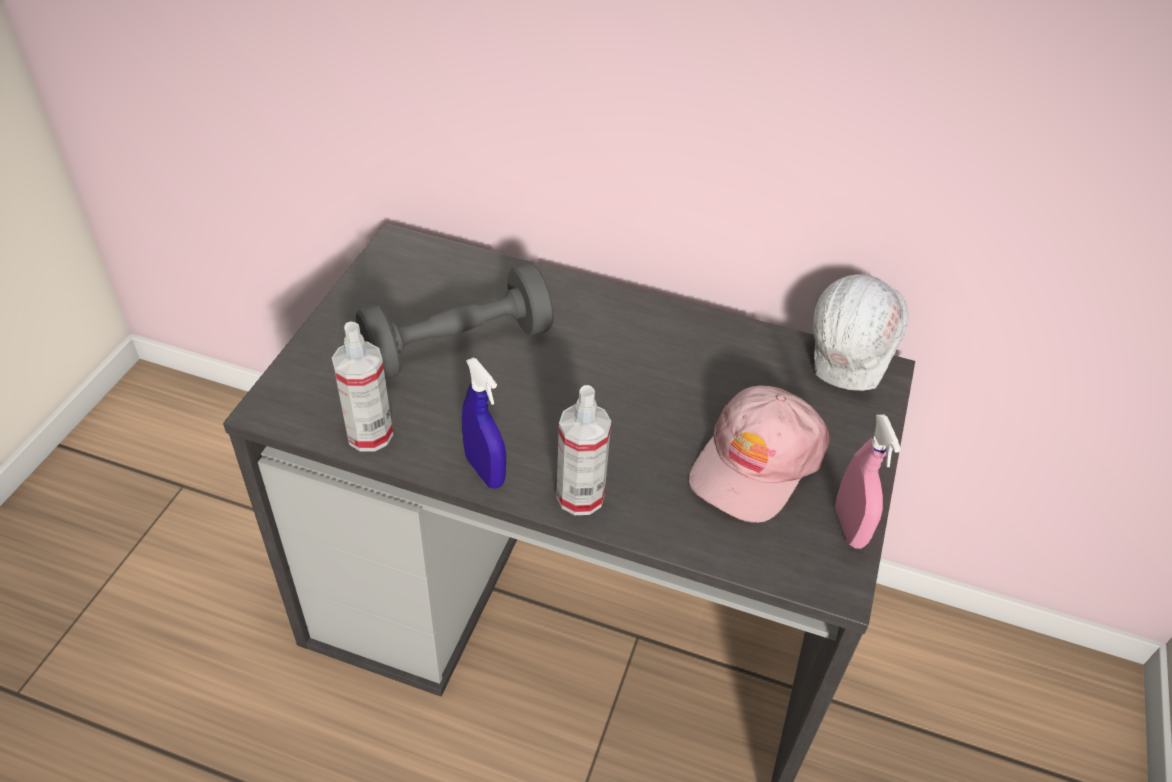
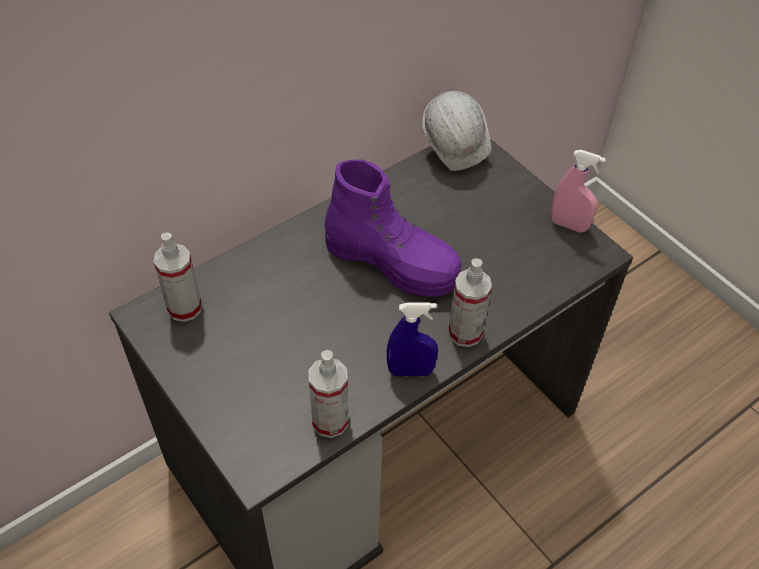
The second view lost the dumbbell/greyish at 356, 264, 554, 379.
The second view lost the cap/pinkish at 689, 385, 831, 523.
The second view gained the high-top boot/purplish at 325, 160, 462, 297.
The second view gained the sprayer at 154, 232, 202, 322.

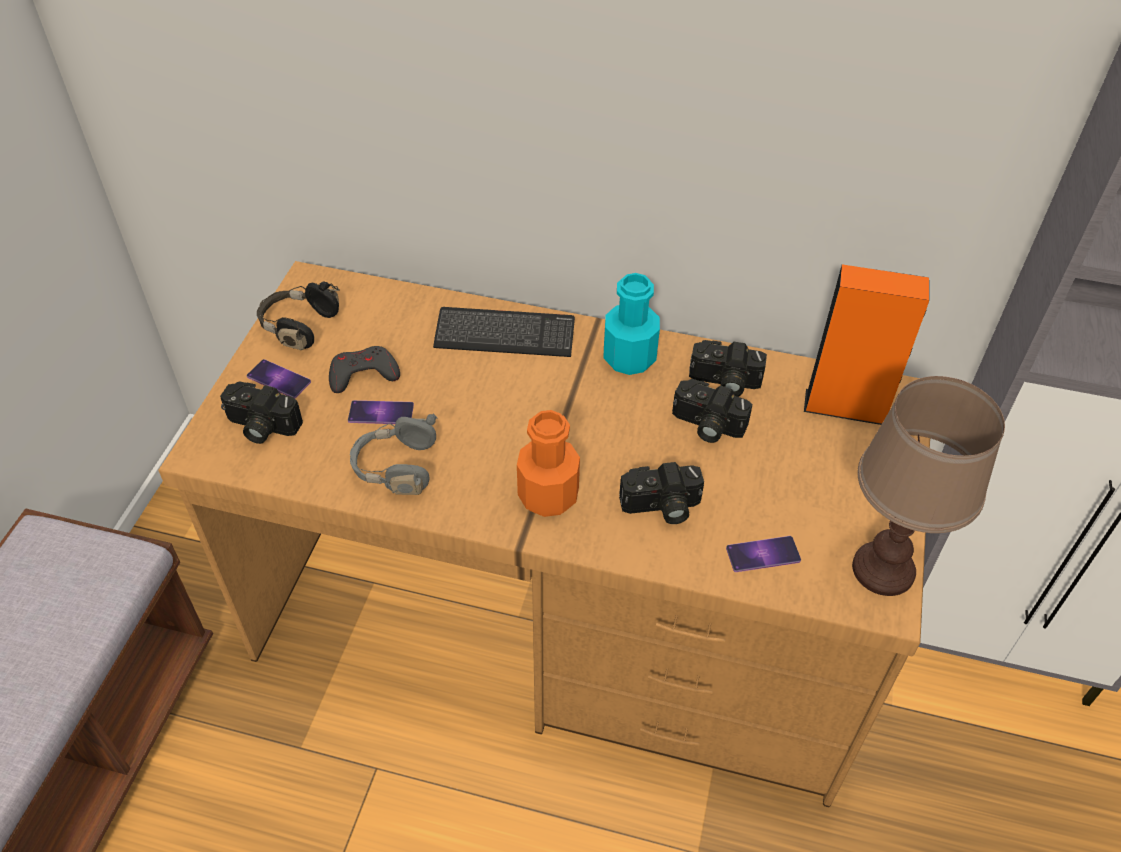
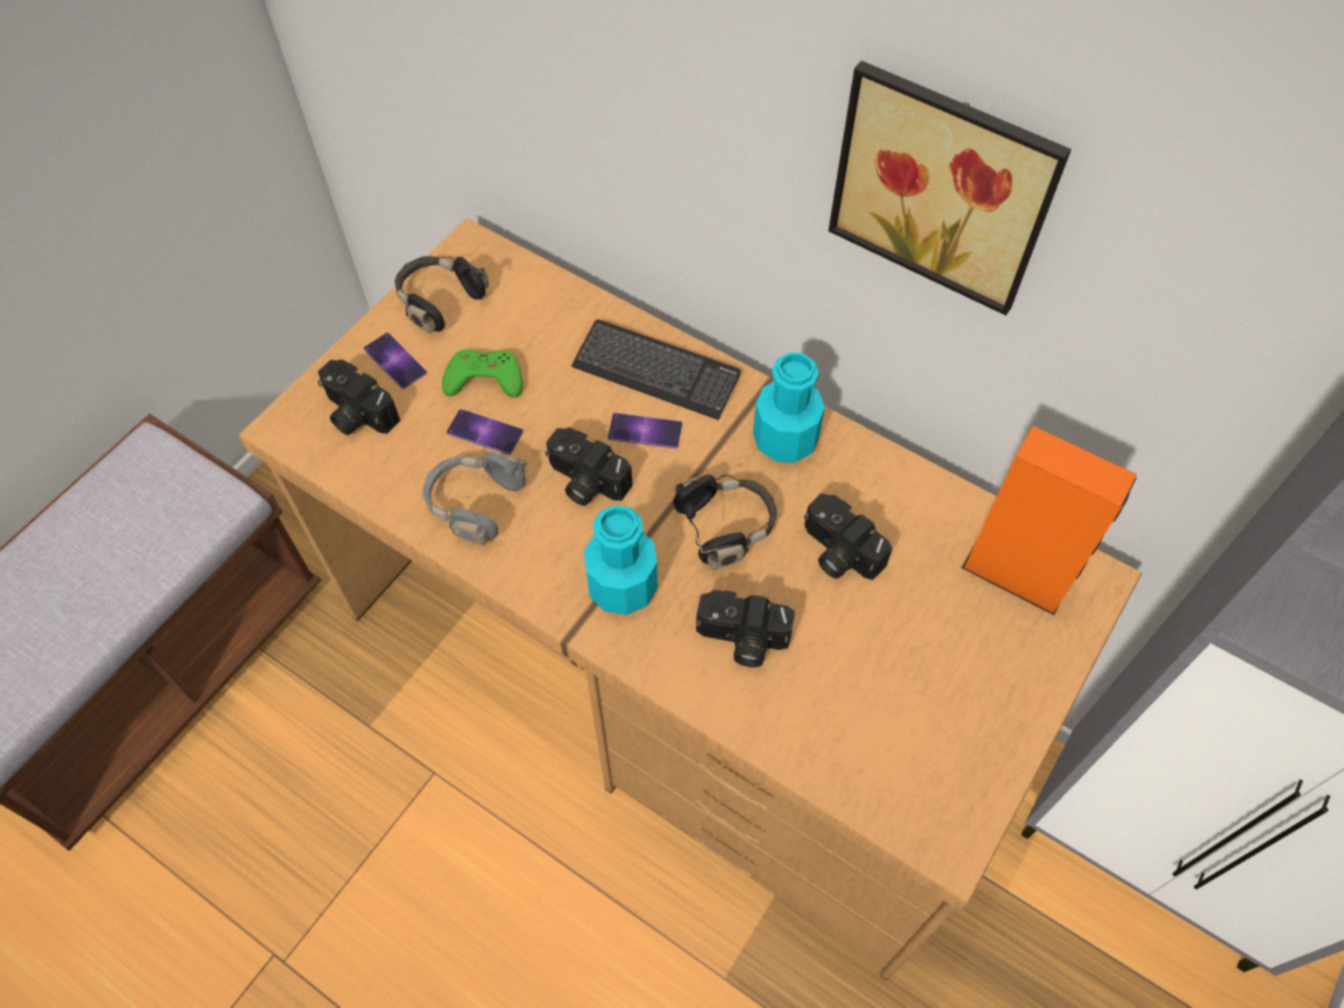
The still camera ended up elsewhere, having gone from 689, 340, 767, 397 to 545, 427, 633, 506.
What was the gamepad/greyish at 329, 346, 400, 393 turned into the gamepad/green at 442, 349, 523, 397.
The second view lost the lamp for a table/brown at 852, 376, 1005, 596.
What was the drink bottle/orange-coloured at 517, 410, 580, 517 turned into the drink bottle/turquoise-coloured at 584, 505, 658, 615.
The telephone ended up elsewhere, having gone from 726, 536, 801, 572 to 608, 413, 682, 449.
The second view gained the wall picture at 828, 61, 1071, 316.
The second view gained the pair of headphones/black-coloured at 673, 475, 777, 570.

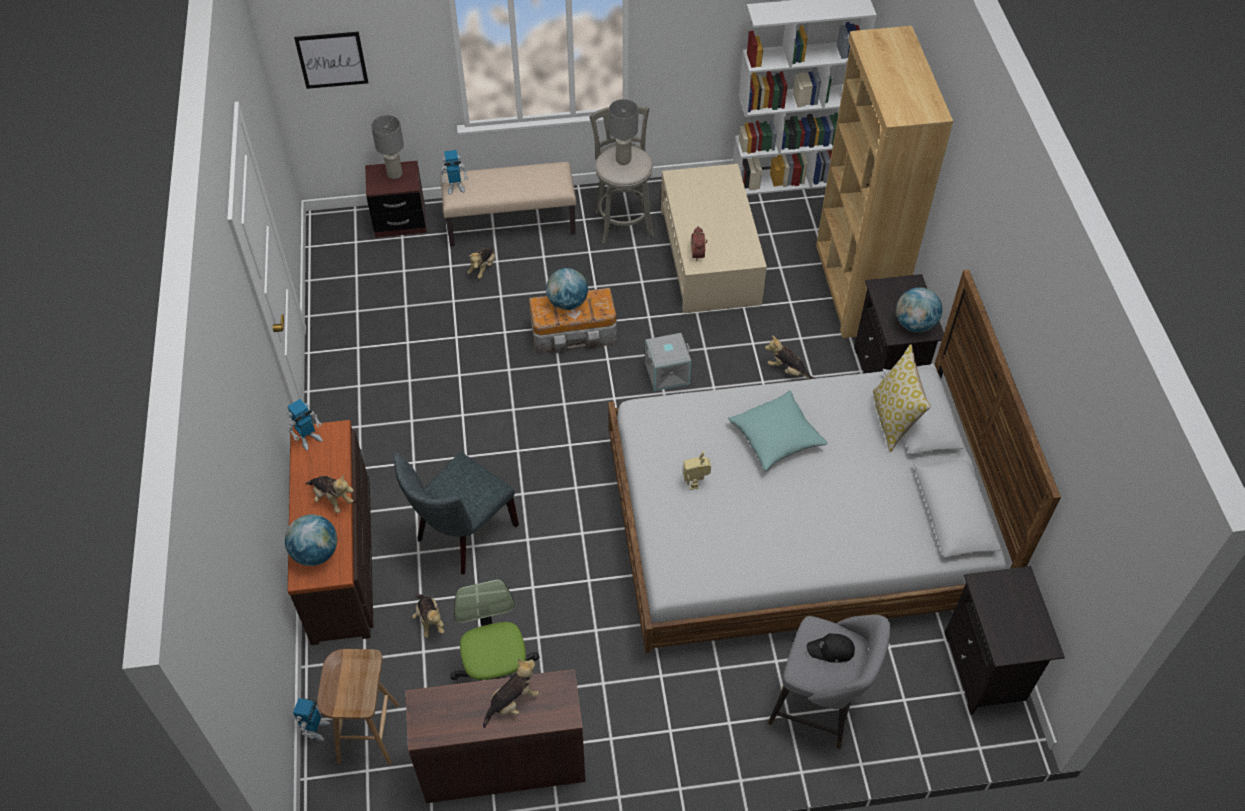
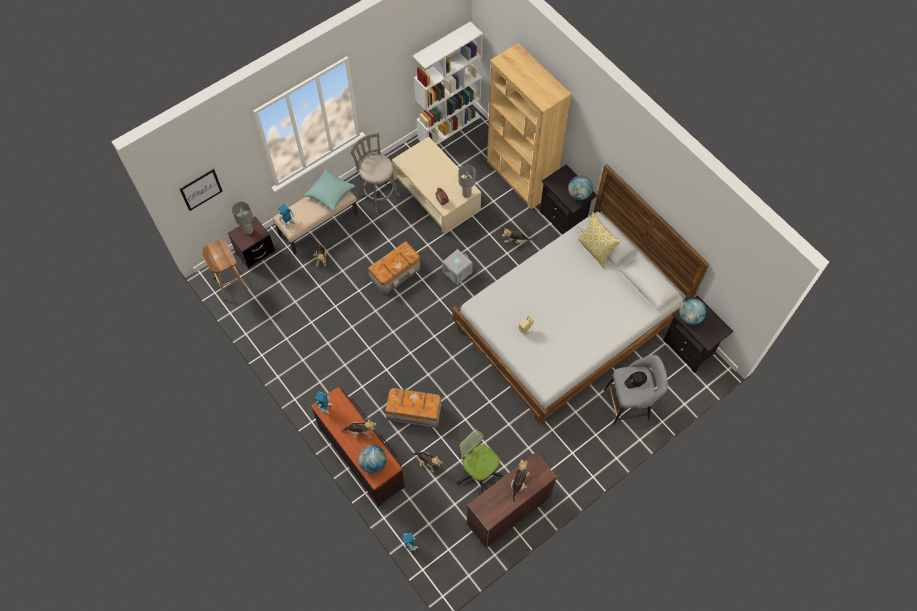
The lamp for a table/greyish ended up elsewhere, having gone from 609, 99, 638, 165 to 458, 165, 476, 198.
The globe ended up elsewhere, having gone from 546, 268, 588, 310 to 679, 298, 706, 325.
The throw pillow/turquoise-coloured ended up elsewhere, having gone from 728, 390, 828, 471 to 304, 169, 355, 212.
Where the plain chair/greyish stood at 394, 452, 519, 574, the storage container came to stand at 385, 388, 441, 428.
The sitting stool/brown ended up elsewhere, having gone from 317, 649, 399, 764 to 202, 238, 248, 301.

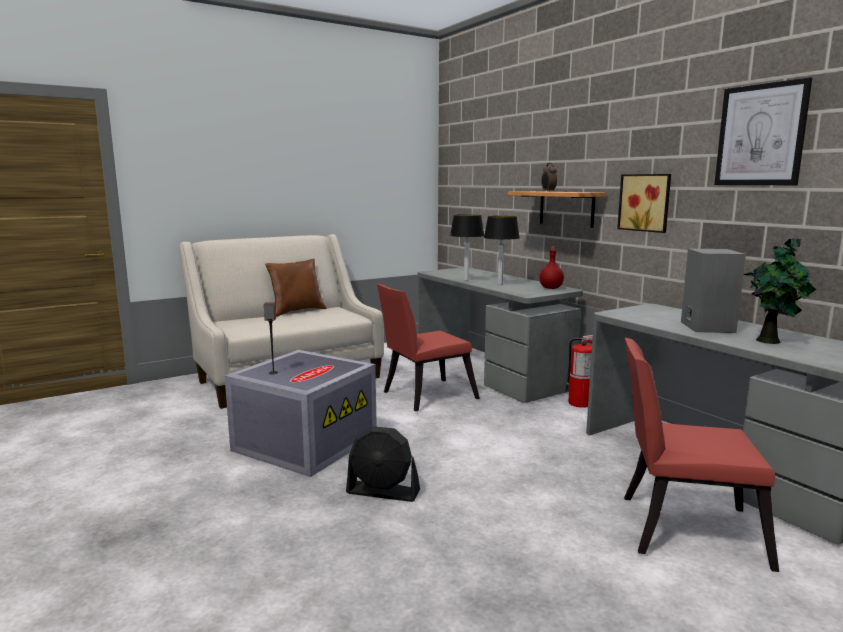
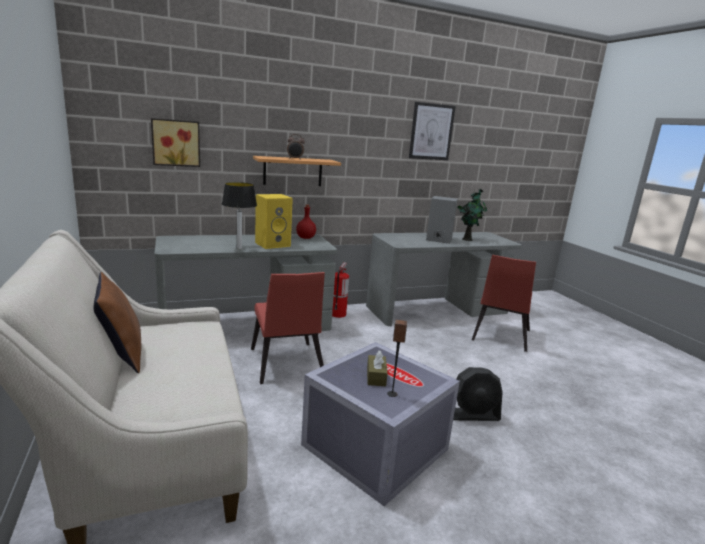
The wall picture ended up elsewhere, having gone from 617, 174, 671, 233 to 151, 118, 200, 167.
Where the lamp for a table stood at 484, 216, 520, 285, the audio speaker/yellow came to stand at 255, 194, 293, 249.
The electric fan/black-coloured at 346, 426, 420, 502 ended up facing another way, 60 degrees clockwise from before.
The second view gained the box of tissues/brown at 367, 350, 388, 386.

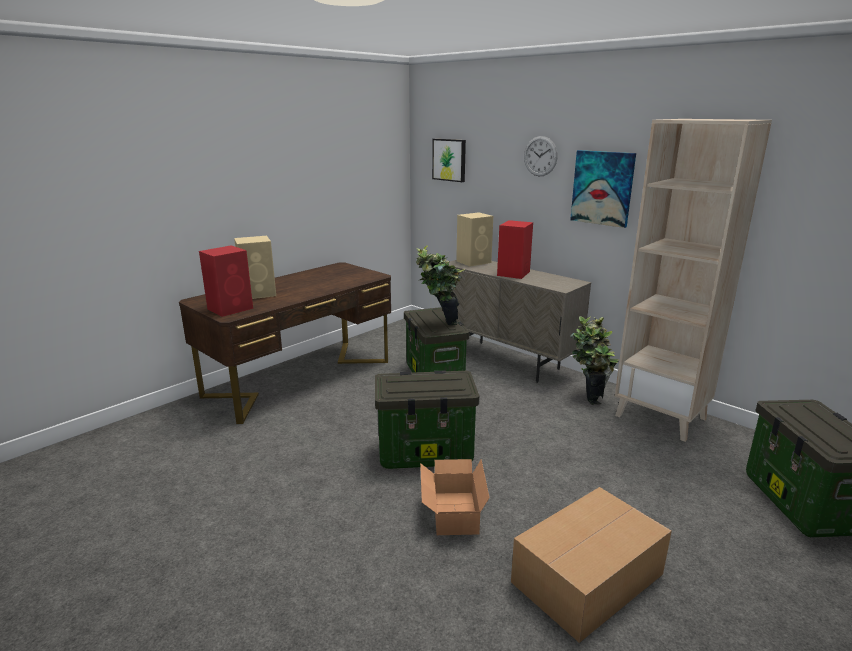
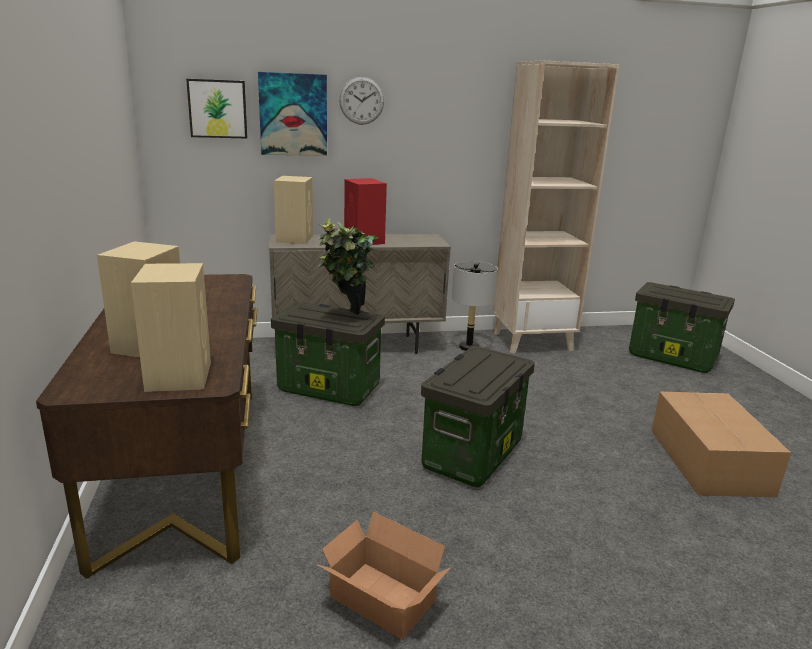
The wall picture ended up elsewhere, having gone from 570, 150, 636, 228 to 258, 72, 327, 156.
What was the audio speaker/reddish at 199, 245, 253, 317 turned into the audio speaker/beige at 131, 263, 211, 392.
Where the potted plant stood at 570, 316, 619, 405, the lamp for a table/greyish came to stand at 452, 261, 498, 351.
The carton ended up elsewhere, having gone from 420, 459, 490, 535 to 316, 512, 451, 639.

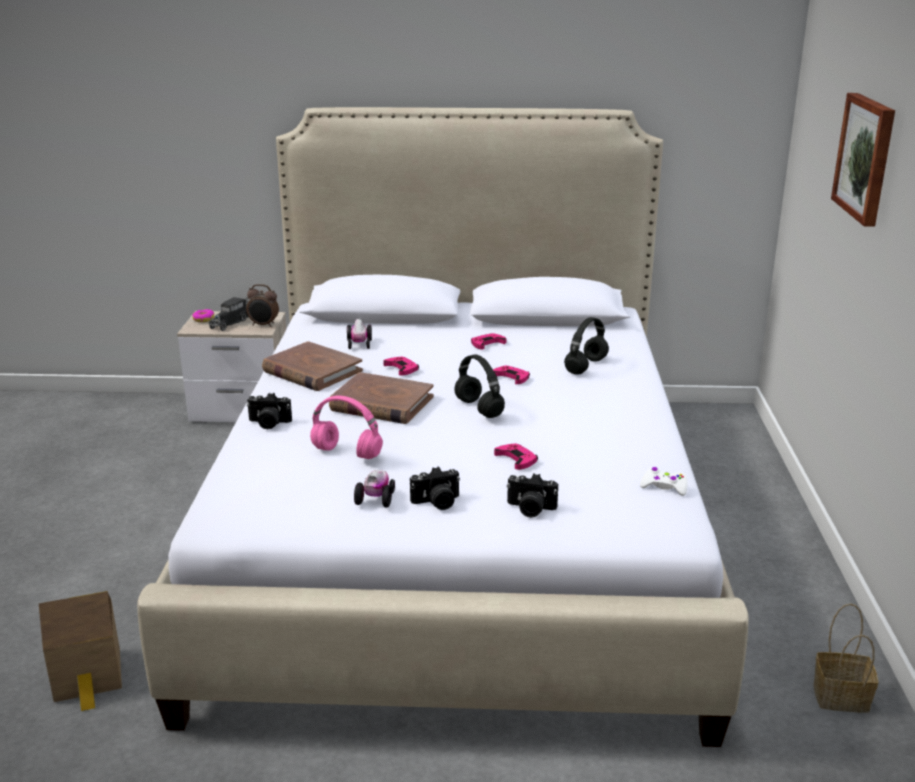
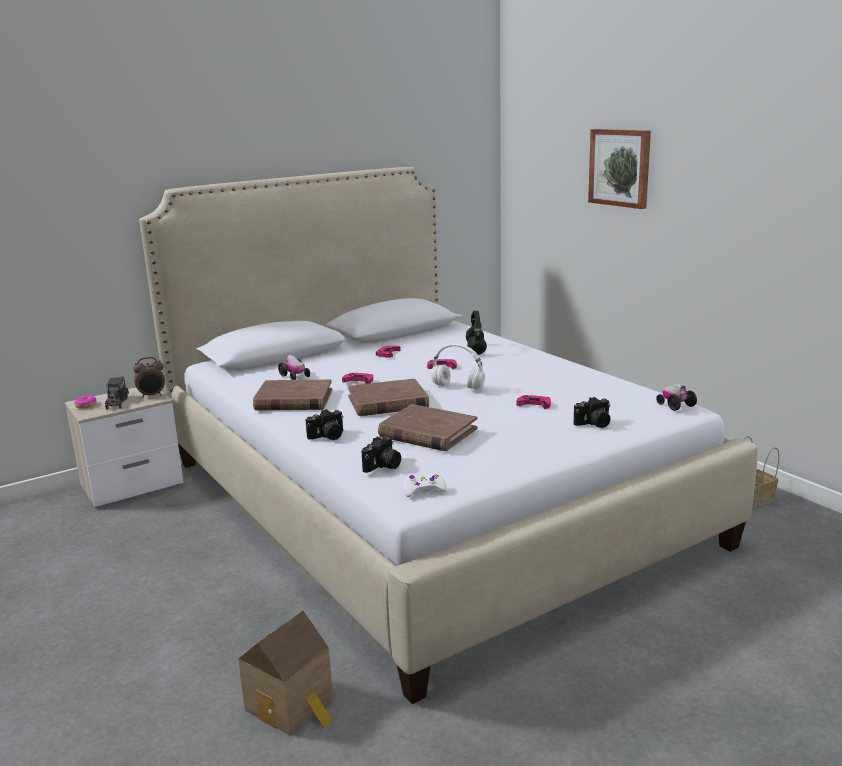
What was the pair of headphones/black-coloured at 455, 355, 505, 418 turned into the pair of headphones/white-coloured at 431, 343, 485, 389.
Where the pair of headphones/pinkish stood at 310, 395, 383, 459, the bound book/brown came to stand at 378, 404, 478, 451.
The still camera ended up elsewhere, having gone from 410, 467, 460, 510 to 361, 436, 401, 473.
The gamepad/white-coloured ended up elsewhere, having gone from 640, 467, 687, 496 to 404, 473, 447, 497.
The model car ended up elsewhere, having gone from 354, 470, 395, 508 to 656, 384, 697, 411.

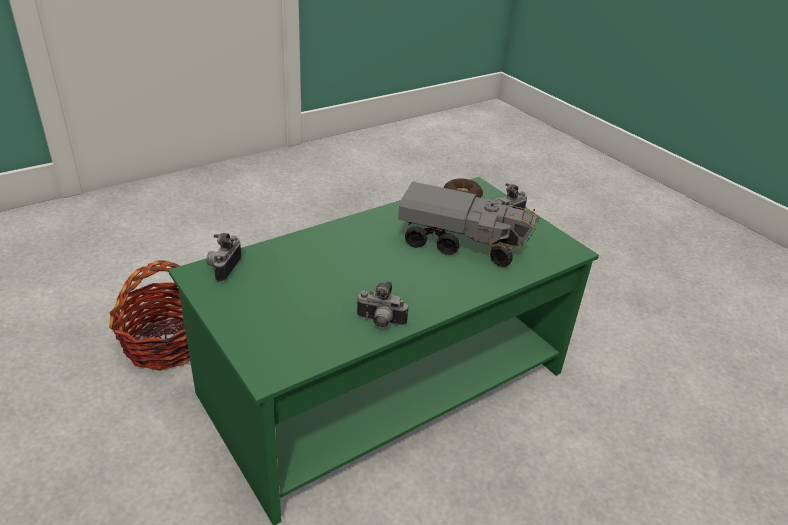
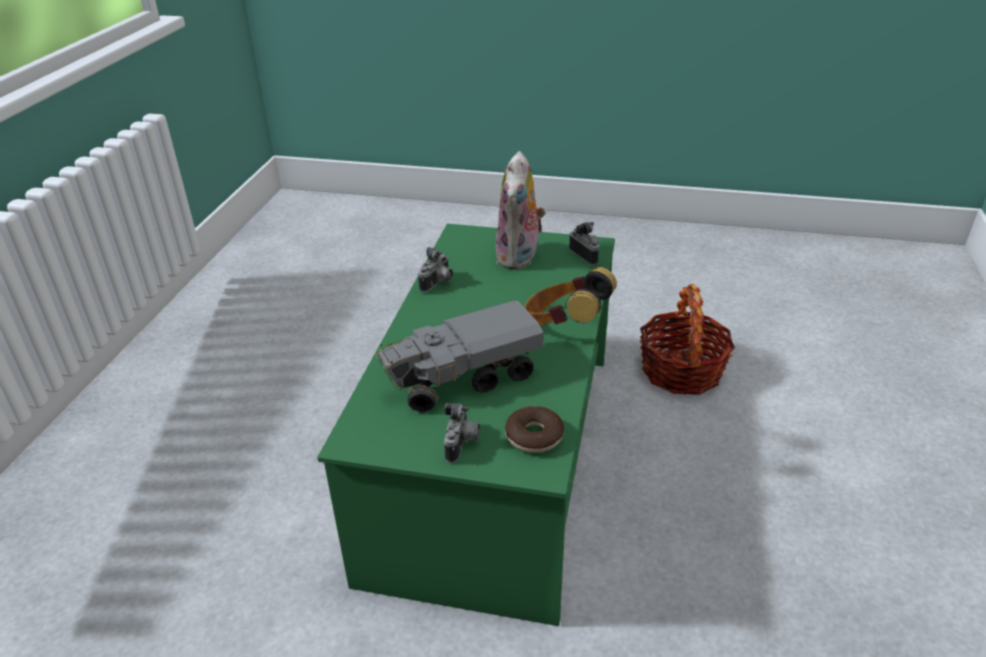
The still camera at 356, 281, 408, 328 ended up facing another way, 150 degrees clockwise from before.
The second view gained the plush toy at 496, 151, 546, 270.
The second view gained the pair of headphones at 525, 267, 617, 326.

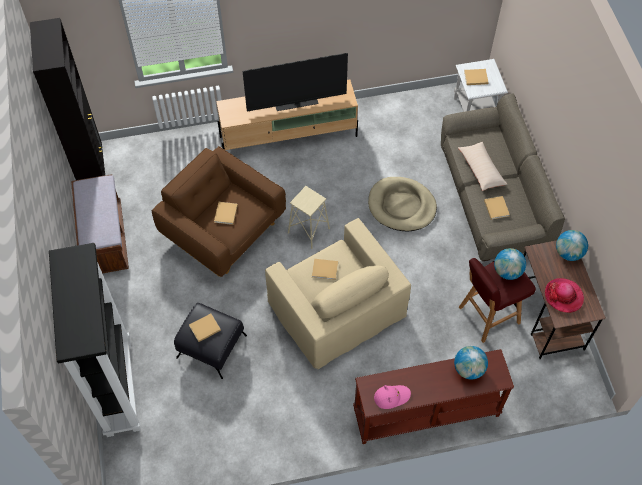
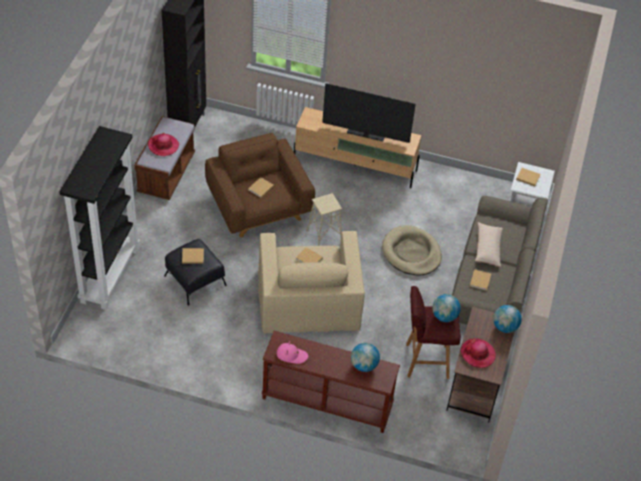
The second view gained the clothing hat at 148, 133, 179, 156.

